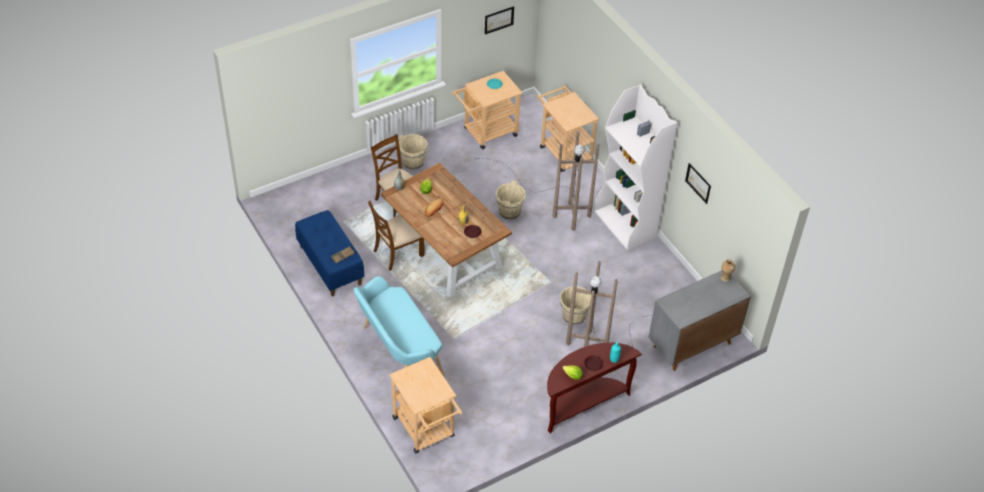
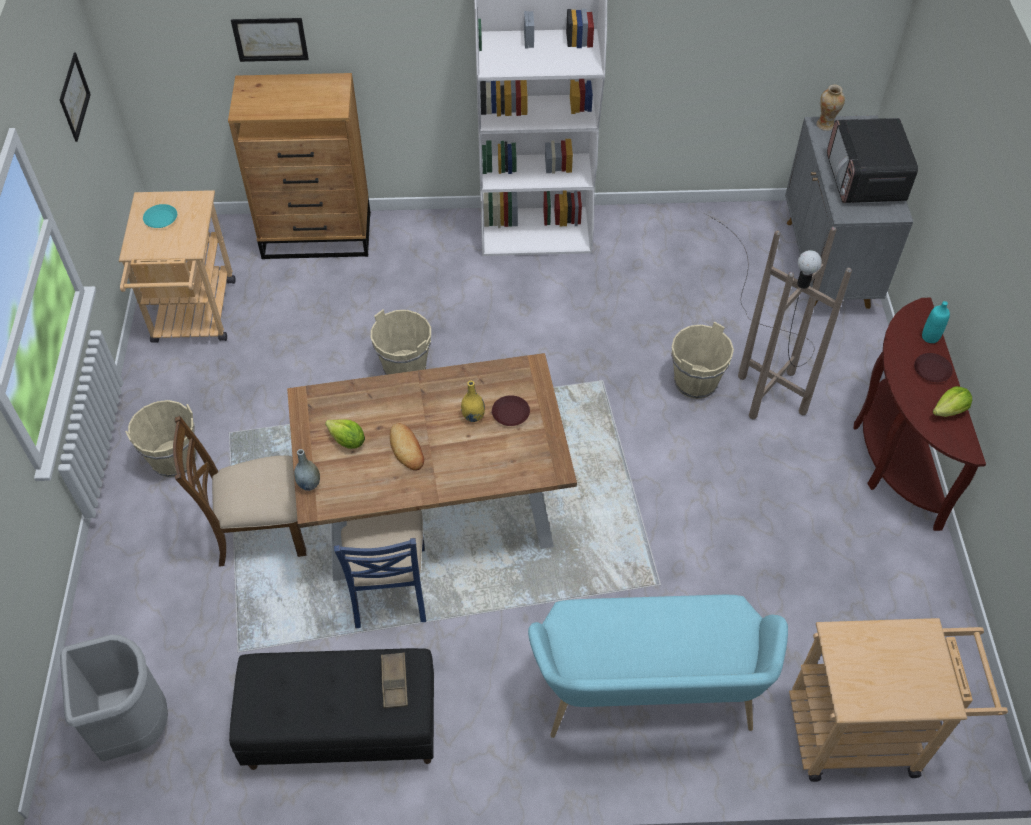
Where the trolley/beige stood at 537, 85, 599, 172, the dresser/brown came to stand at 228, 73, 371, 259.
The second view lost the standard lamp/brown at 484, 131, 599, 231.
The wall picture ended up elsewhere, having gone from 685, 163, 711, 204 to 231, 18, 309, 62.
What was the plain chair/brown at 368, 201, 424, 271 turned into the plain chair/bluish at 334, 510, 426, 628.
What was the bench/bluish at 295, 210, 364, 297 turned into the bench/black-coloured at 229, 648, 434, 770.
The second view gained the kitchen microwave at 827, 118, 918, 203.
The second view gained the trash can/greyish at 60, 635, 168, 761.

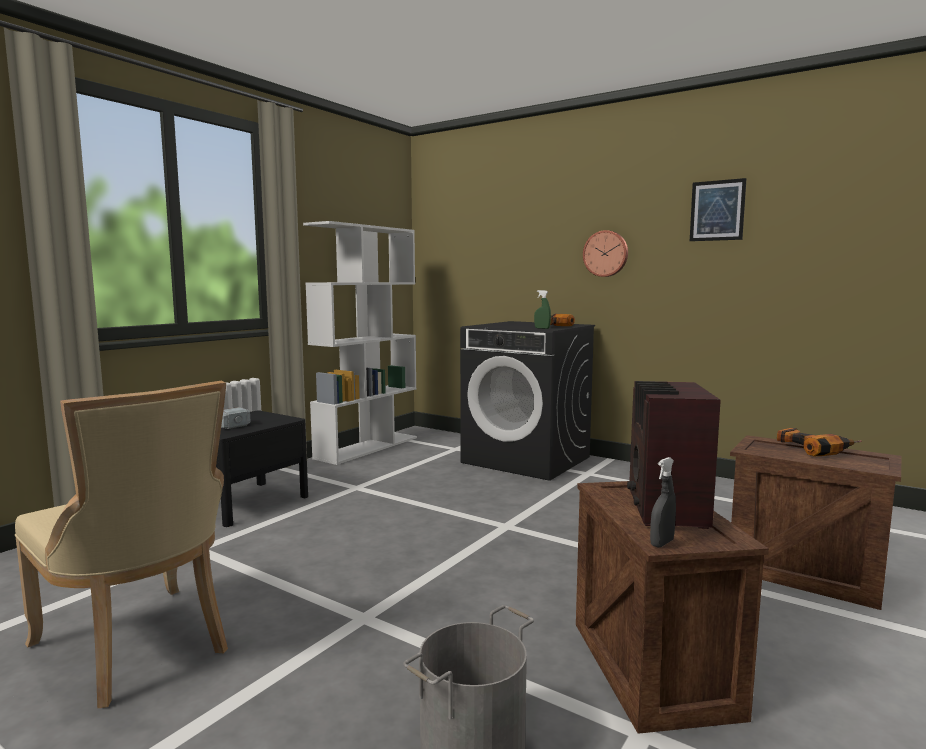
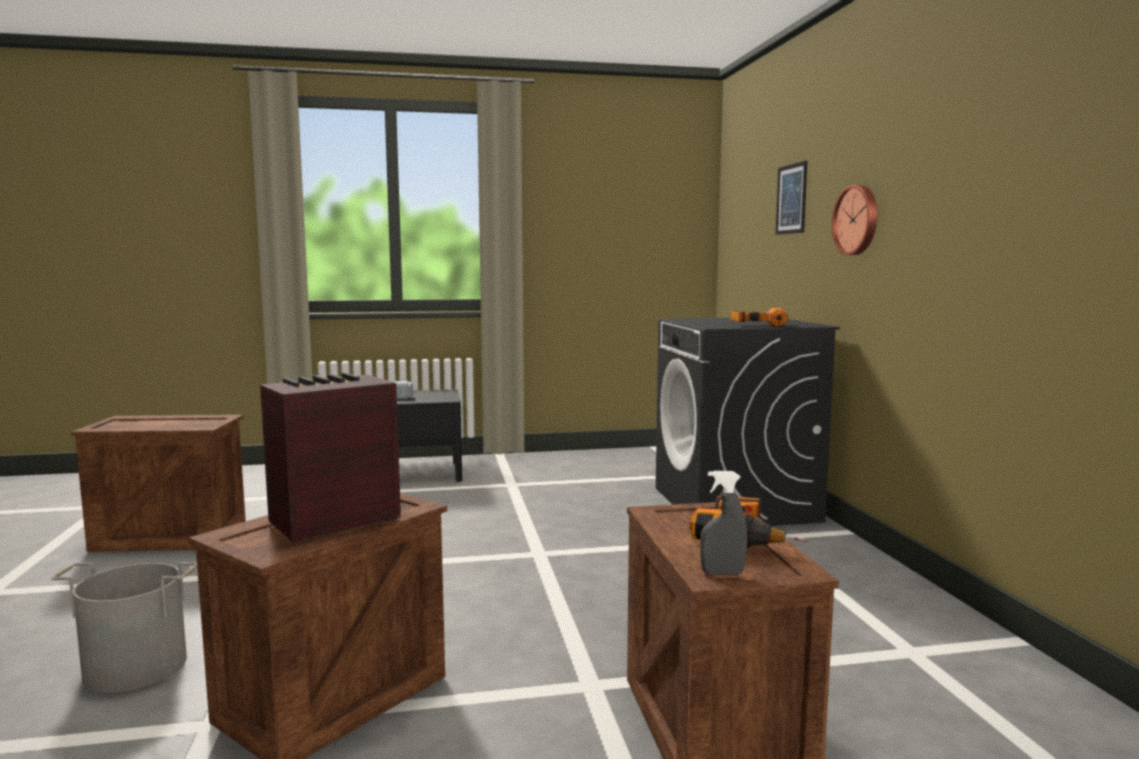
The wall picture ended up elsewhere, having gone from 690, 178, 747, 241 to 776, 161, 807, 235.
The second view lost the shelving unit/white-coloured at 303, 221, 417, 465.
The second view lost the sprayer/green at 534, 290, 551, 329.
Where the plain chair/beige stood at 15, 381, 228, 708, the packing crate came to stand at 71, 415, 246, 552.
The sprayer/greyish ended up elsewhere, having gone from 650, 457, 676, 548 to 700, 471, 747, 575.

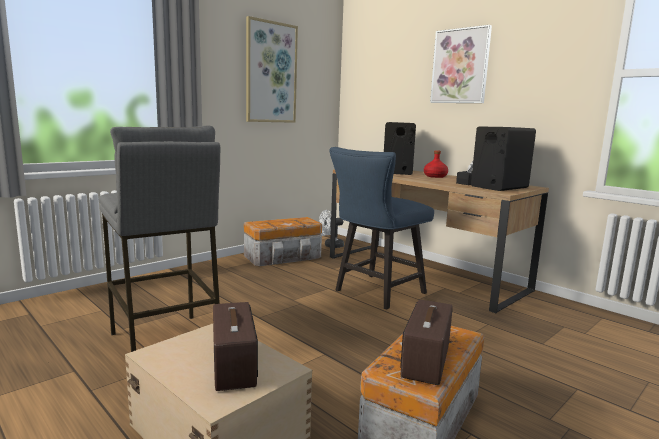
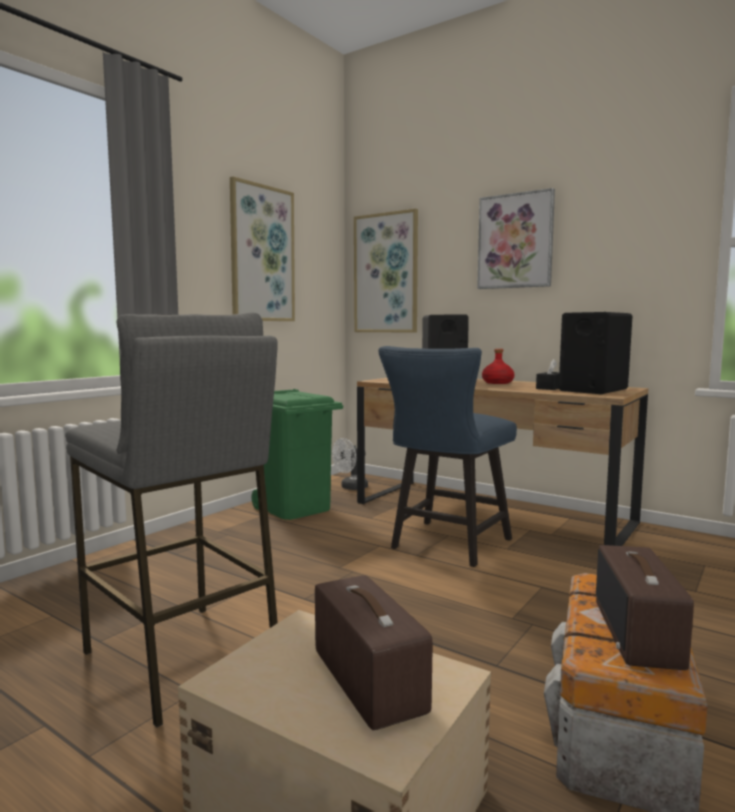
Where the storage container stood at 244, 217, 322, 266, the trash can/green came to stand at 251, 389, 343, 520.
The second view gained the wall picture at 354, 208, 418, 333.

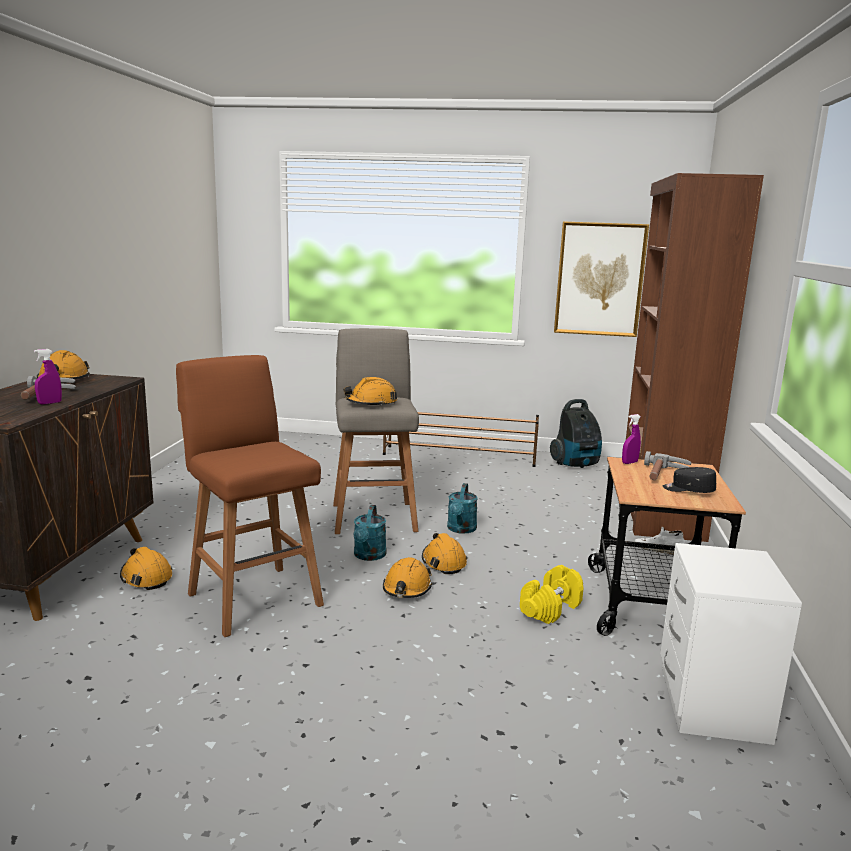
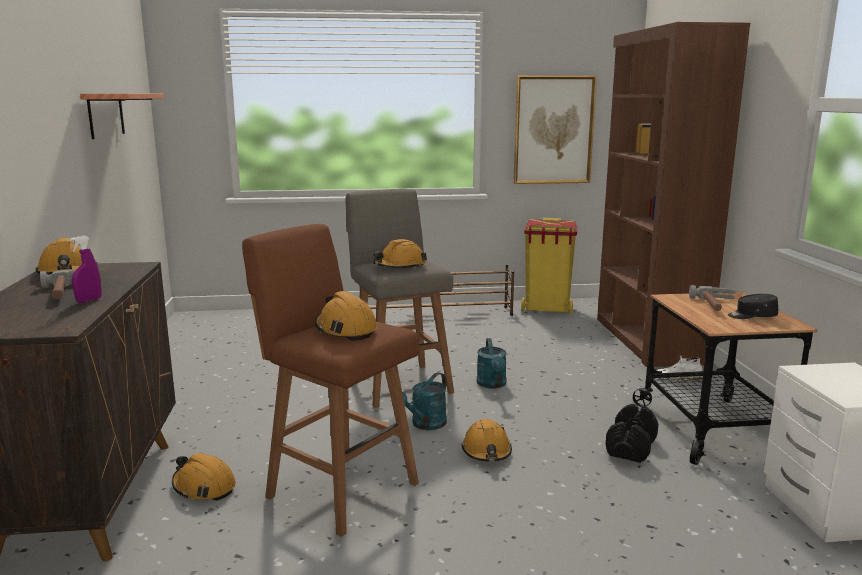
Where the vacuum cleaner stood at 550, 399, 602, 468, the trash can/yellow came to stand at 521, 218, 577, 314.
The second view lost the sprayer/purplish at 622, 414, 641, 464.
The sprinkling can/turquoise-coloured at 353, 505, 387, 561 ended up facing another way, 45 degrees clockwise from before.
The hard hat/orange-coloured ended up elsewhere, having gone from 422, 533, 467, 574 to 315, 291, 377, 341.
What was the dumbbell/yellow at 520, 565, 584, 624 turned into the dumbbell/black-coloured at 606, 404, 659, 463.
The second view gained the bracket shelf at 80, 94, 164, 139.

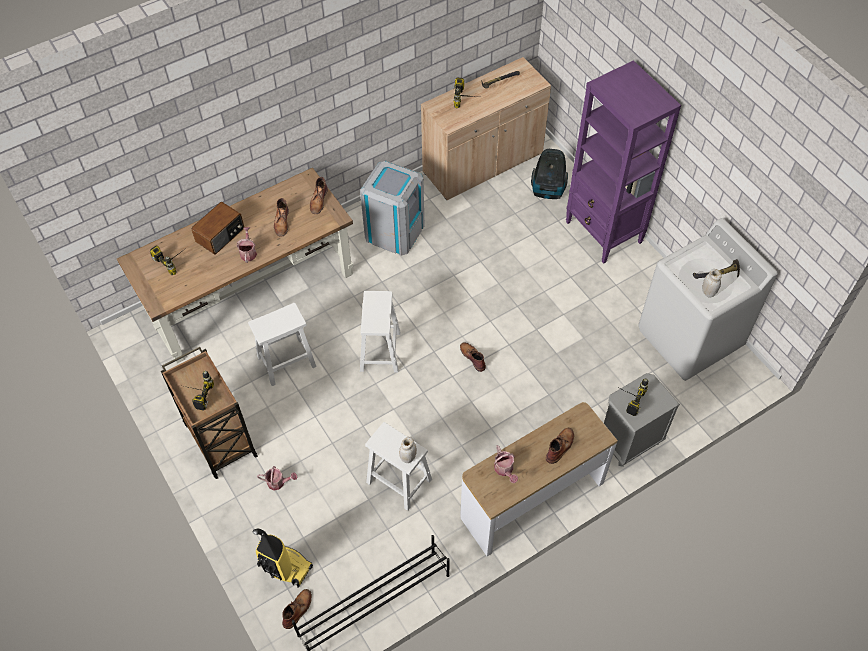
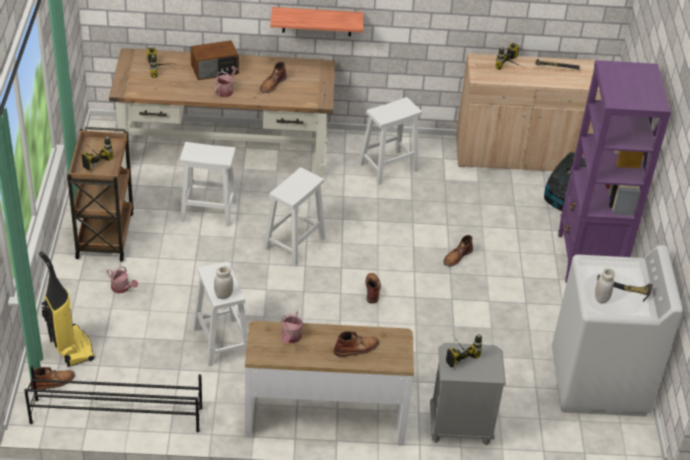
Where the trash can/greyish stood at 360, 160, 425, 256, the sitting stool/white-coloured came to stand at 359, 97, 422, 185.
The high-top boot/brown ended up elsewhere, having gone from 310, 177, 328, 214 to 443, 235, 473, 267.
The second view gained the bracket shelf at 270, 7, 363, 36.

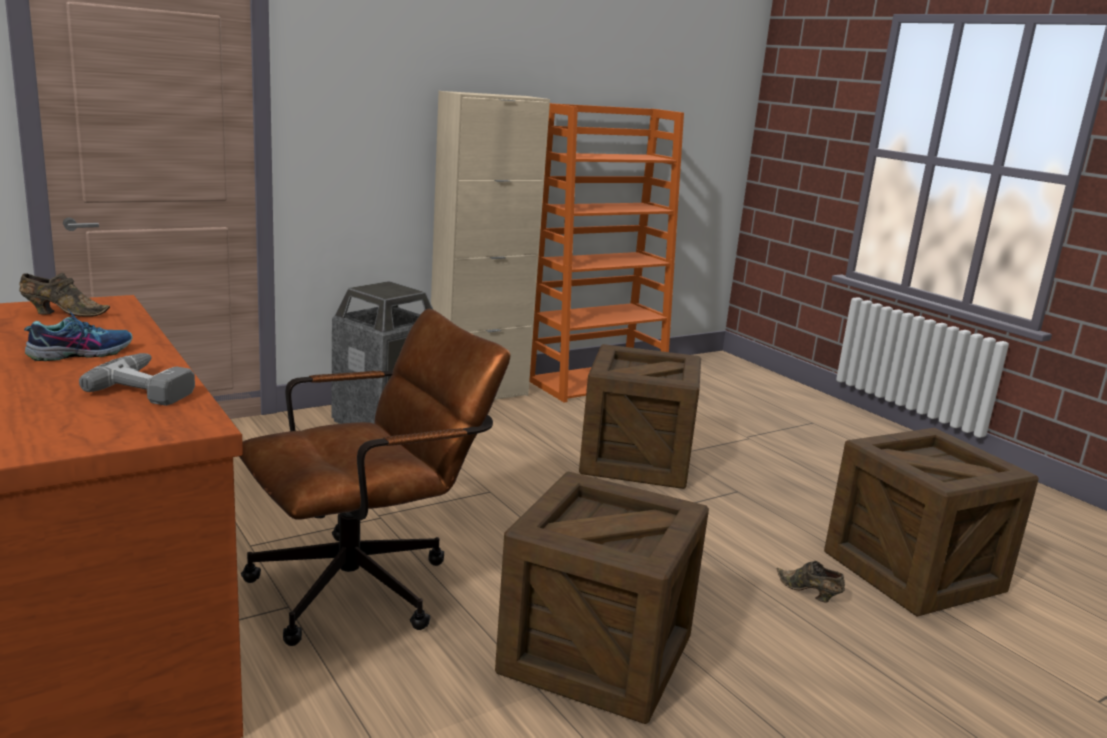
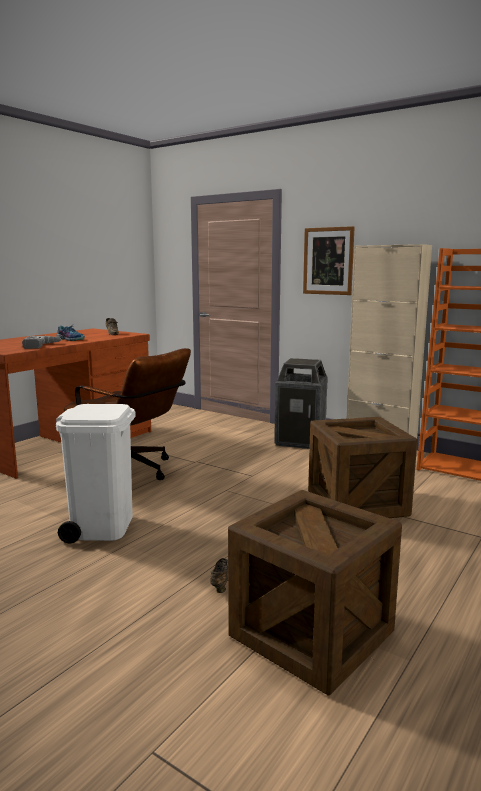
Where the packing crate stood at 495, 471, 709, 724, the trash can/white-coloured came to stand at 55, 404, 136, 544.
The second view gained the wall picture at 303, 226, 355, 295.

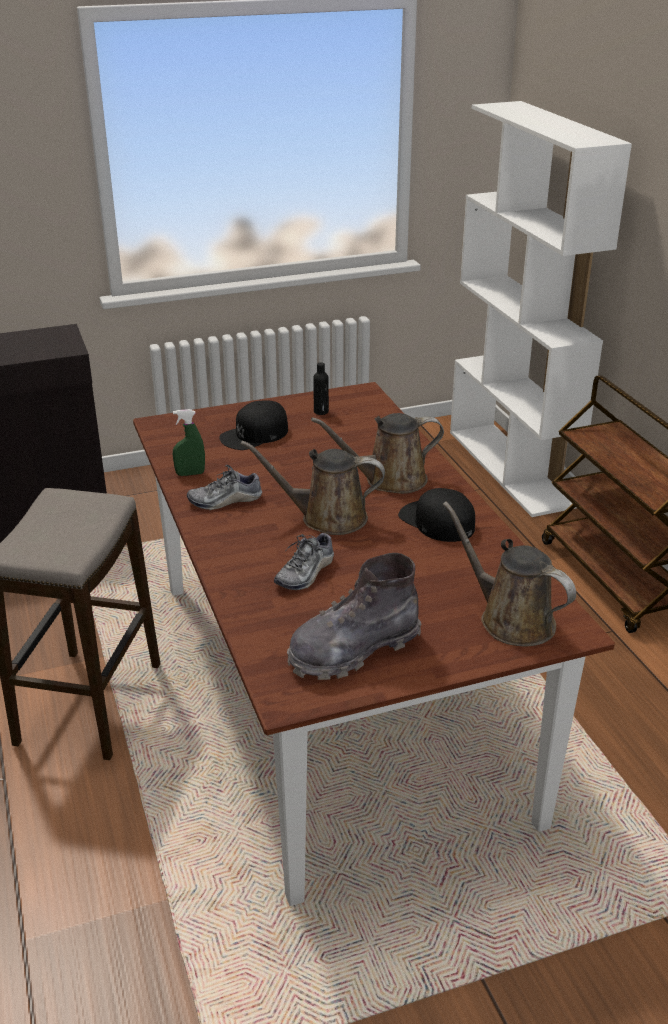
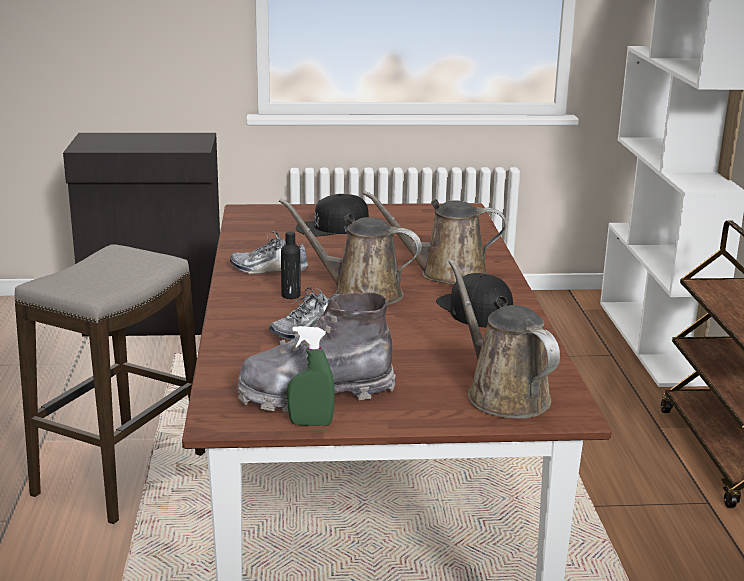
The drink bottle/black-coloured ended up elsewhere, having gone from 313, 362, 329, 415 to 281, 231, 301, 299.
The sprayer/green ended up elsewhere, having gone from 173, 409, 205, 476 to 287, 326, 335, 426.

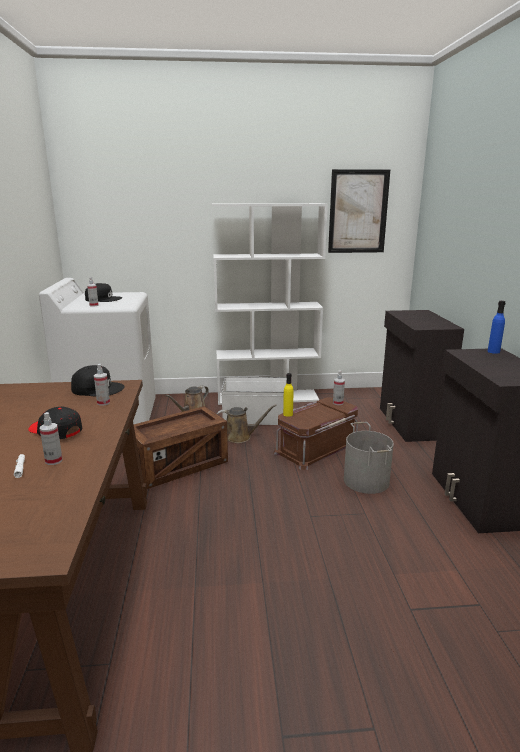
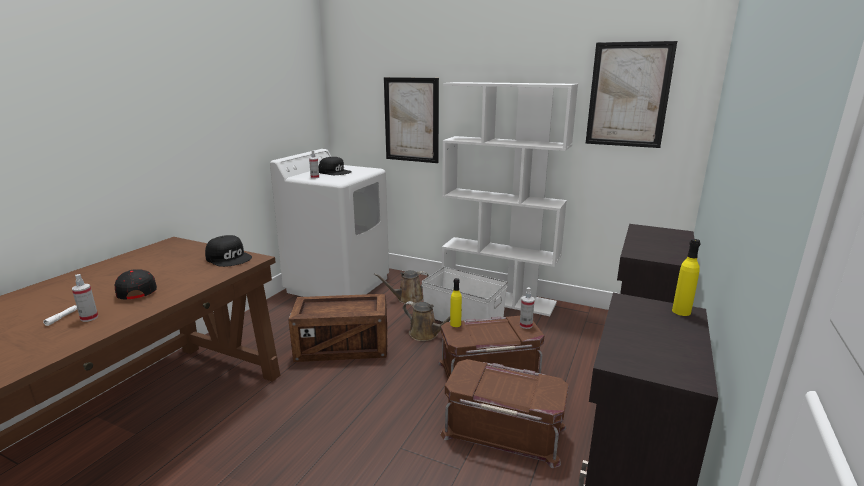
What was the drink bottle/bluish at 488, 301, 505, 354 turned into the drink bottle/yellow at 672, 239, 701, 316.
The second view lost the sprayer at 94, 364, 110, 406.
Where the pail/greyish stood at 344, 422, 394, 494, the storage container/brown came to stand at 441, 359, 569, 468.
The second view gained the wall picture at 384, 77, 439, 163.

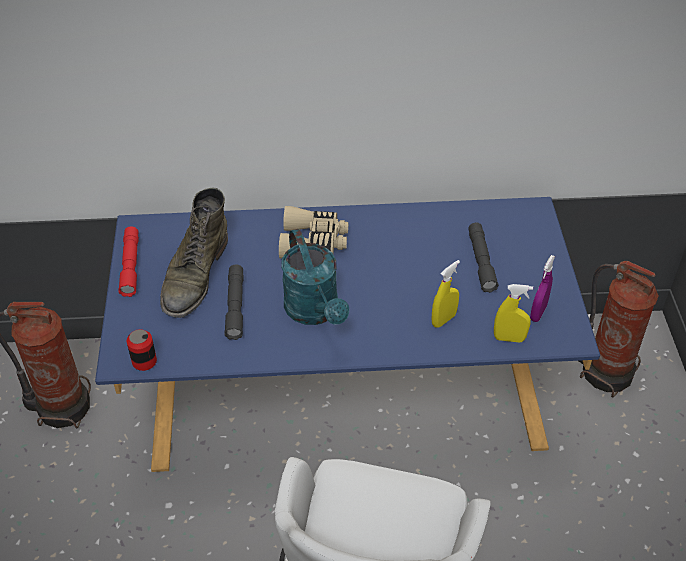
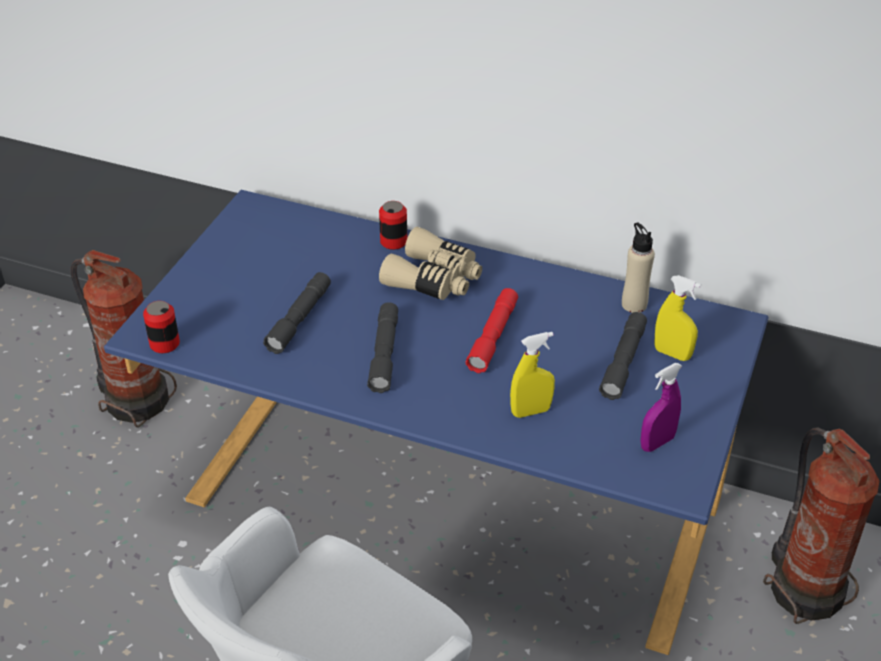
The second view lost the high-top boot/green at 160, 188, 228, 318.
The flashlight/reddish ended up elsewhere, having gone from 119, 227, 139, 297 to 465, 288, 518, 373.
Where the sprinkling can/turquoise-coloured stood at 281, 229, 349, 325, the flashlight/greyish came to stand at 367, 302, 398, 393.
The sprayer/yellow ended up elsewhere, having gone from 494, 284, 533, 342 to 655, 275, 701, 361.
The second view gained the can at 379, 201, 407, 250.
The second view gained the drink bottle/beige at 622, 222, 655, 313.

